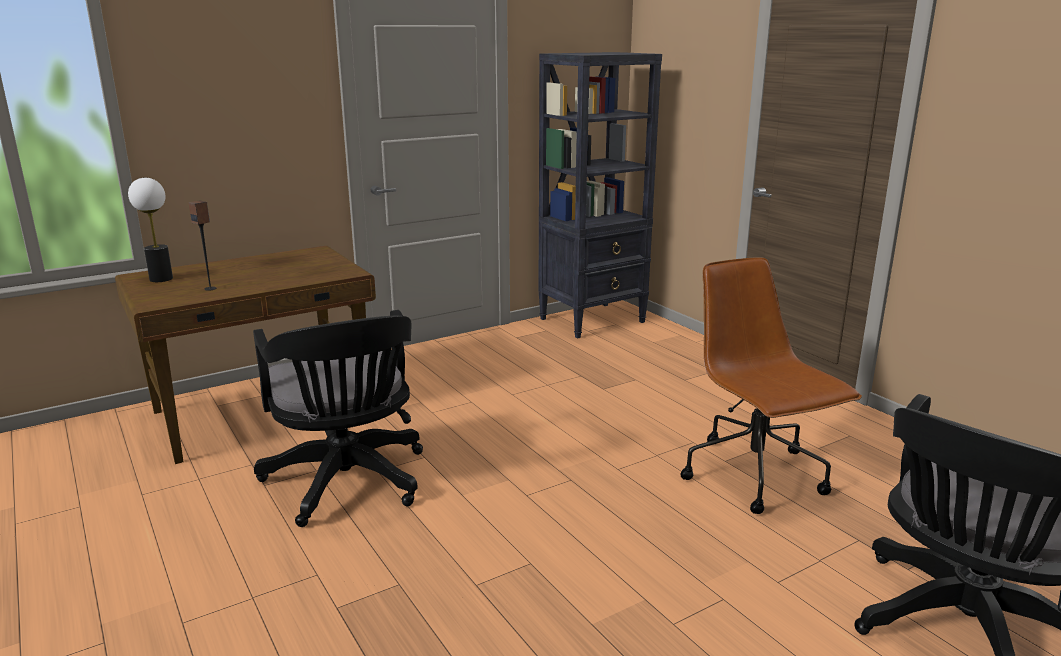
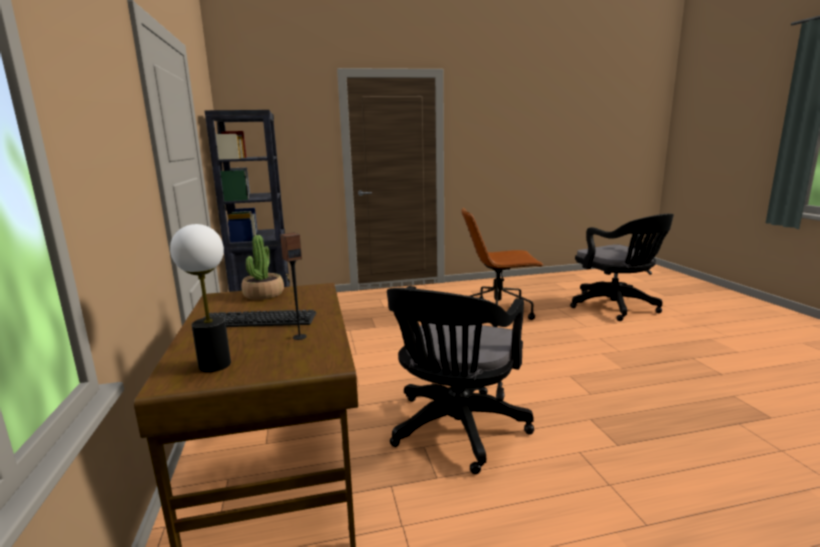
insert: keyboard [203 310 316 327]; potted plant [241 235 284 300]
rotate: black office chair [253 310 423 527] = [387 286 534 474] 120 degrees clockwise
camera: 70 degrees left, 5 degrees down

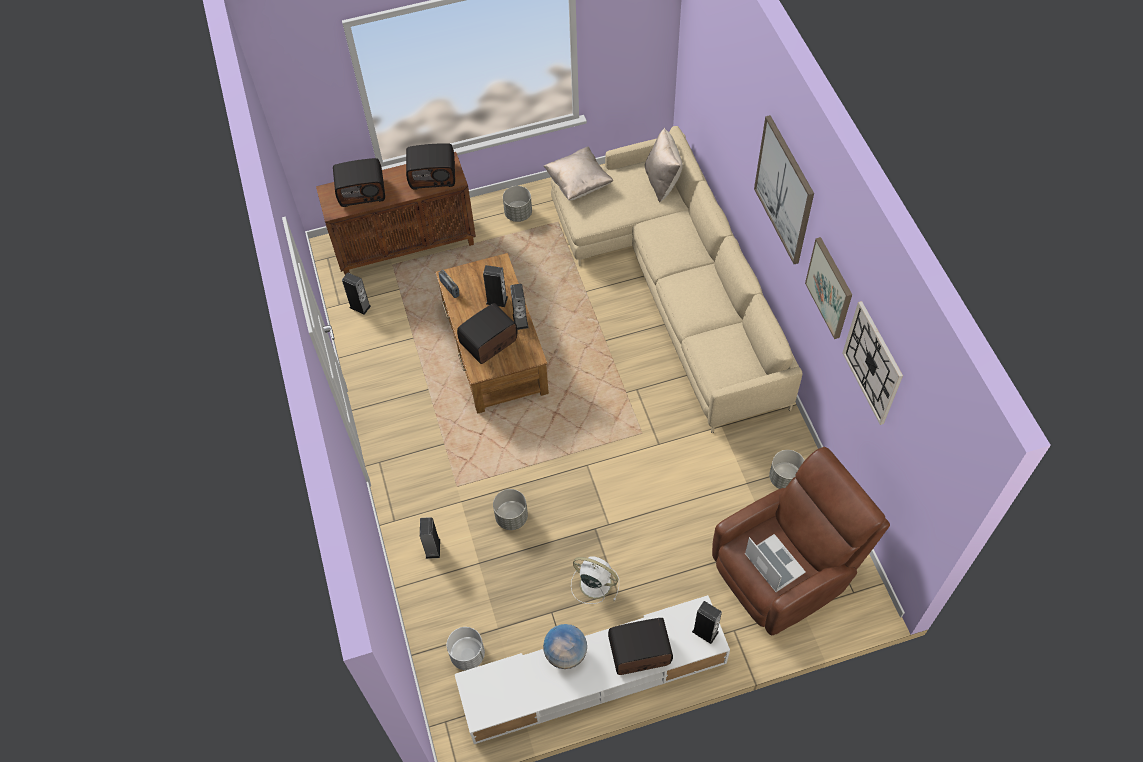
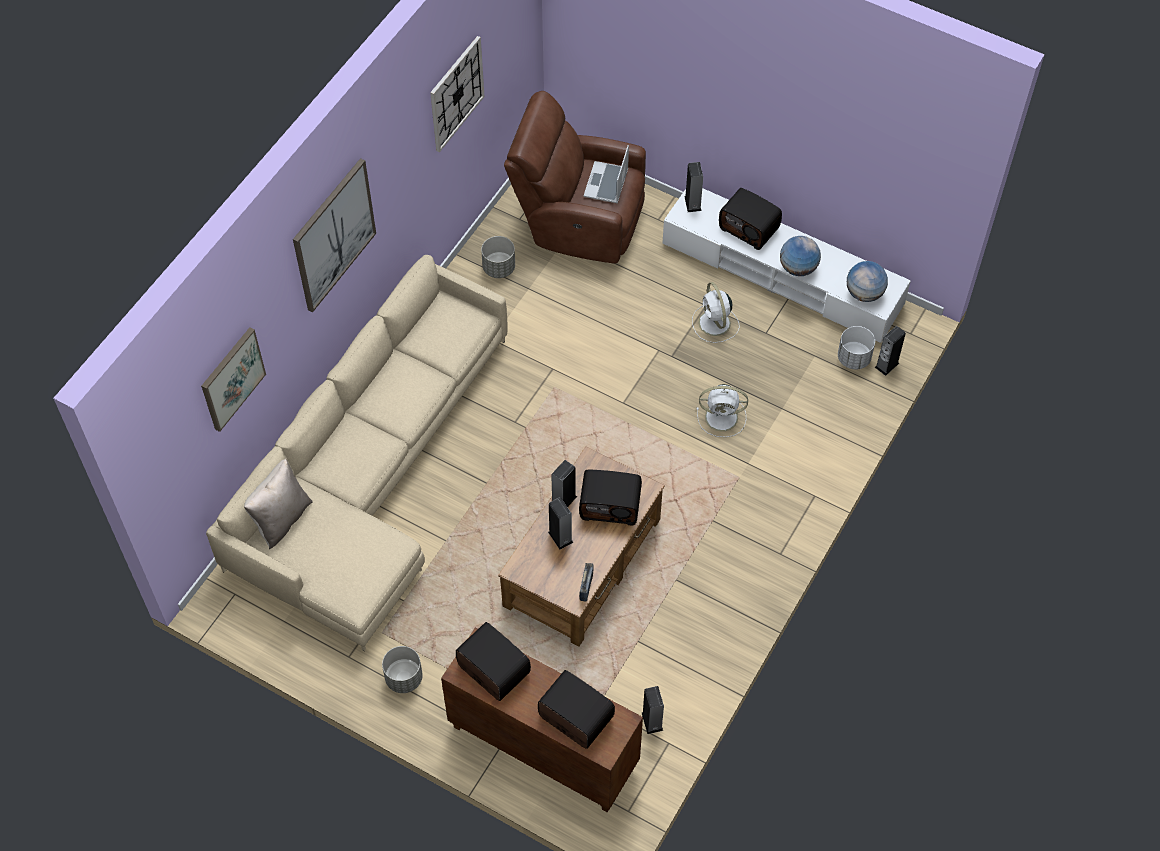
delete: beige-coloured cushion [543 146 613 201]
insert: desk globe [847 261 888 302]
move: loudspeaker [420 517 440 559] to [875 326 906 376]; wall picture [805 237 852 339] to [201 327 266 432]
replace: gray flower pot [493 489 528 530] to whitish cooling fan [697 384 748 437]
camera: 135 degrees left, 0 degrees up

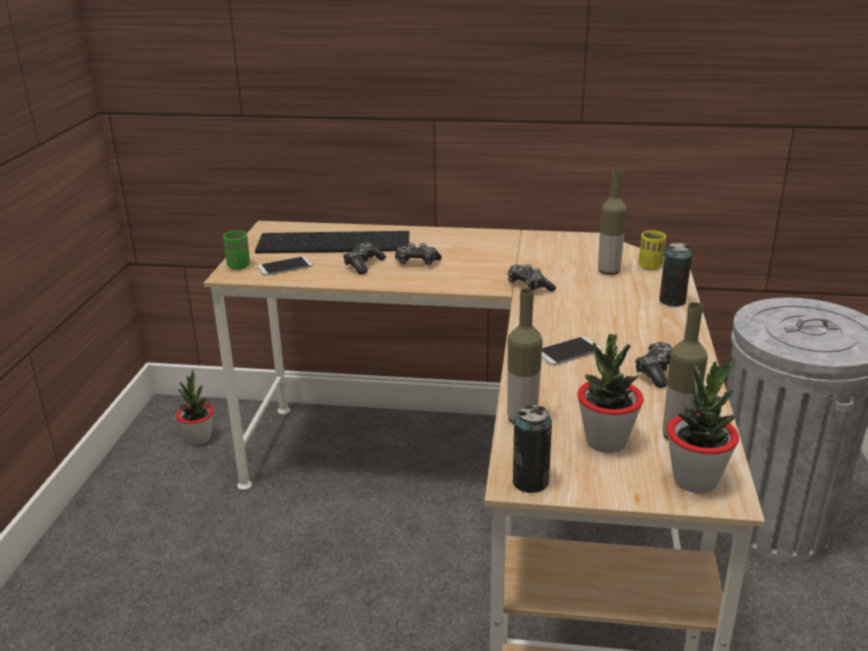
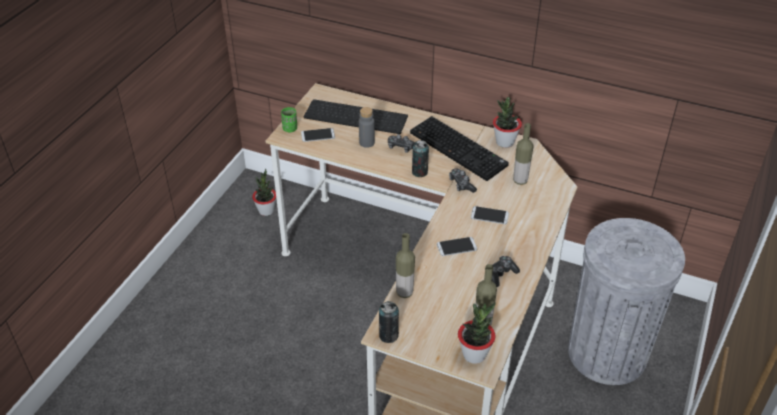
delete: yellowish cup [639 230 666 270]
insert: keyboard [410 116 509 181]; phone [471 206 509 224]
move: potted plant [577 334 644 453] to [493 97 522 148]; sealed can [659 243 692 307] to [412 140 429 177]
replace: game controller [343 242 386 274] to gray beverage bottle [359 107 375 148]
camera: 15 degrees right, 15 degrees up

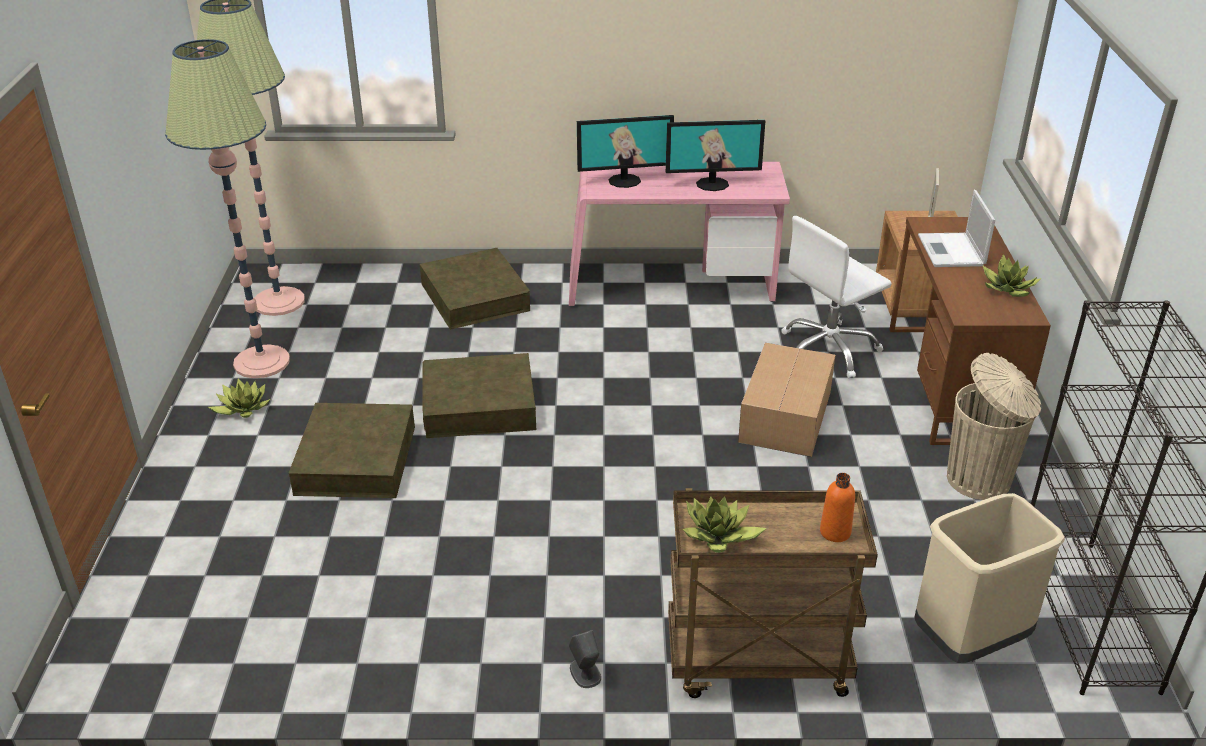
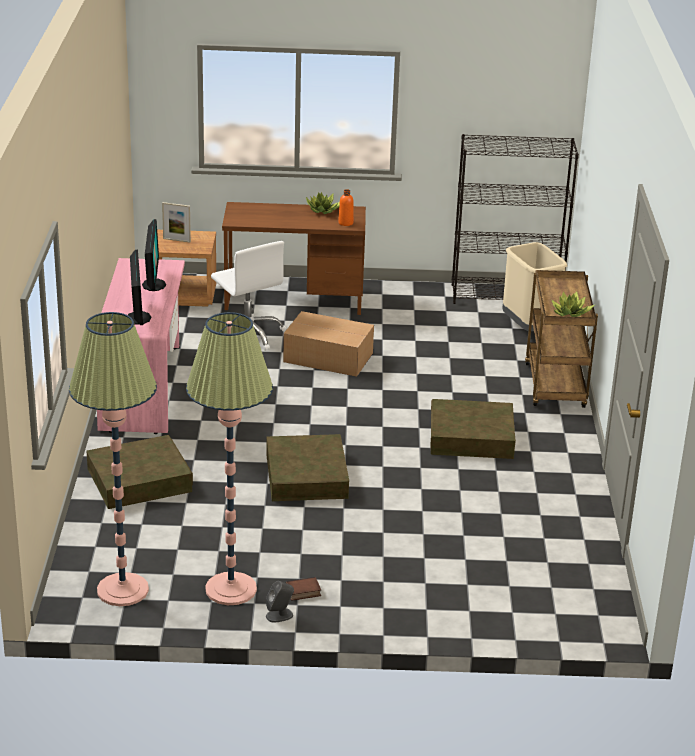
delete: portable computer [918 190 995 267]; beige-coloured rubbish bin [947 353 1041 500]
move: brown-coloured storage bin [289 403 415 498] to [431 399 516 459]; gray loudspeaker [569 630 601 688] to [266 581 294 622]; orange-coloured beverage bottle [820 473 855 542] to [338 189 354 226]
replace: potted plant [208 379 270 418] to volume [286 577 321 601]
camera: 90 degrees left, 5 degrees down

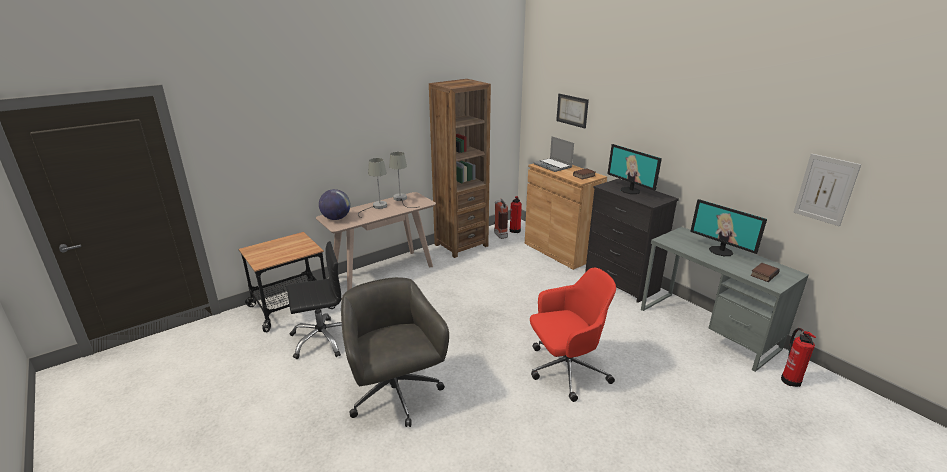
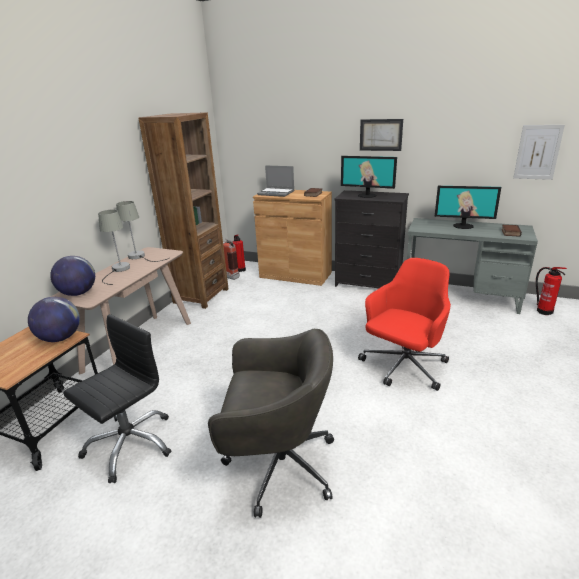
insert: desk globe [28 297 80 342]
move: wall picture [556 94 589 128] to [360 119 403 151]
rotate: gray office chair [341 277 449 427] = [208 329 334 518] 150 degrees clockwise
camera: 30 degrees left, 0 degrees up

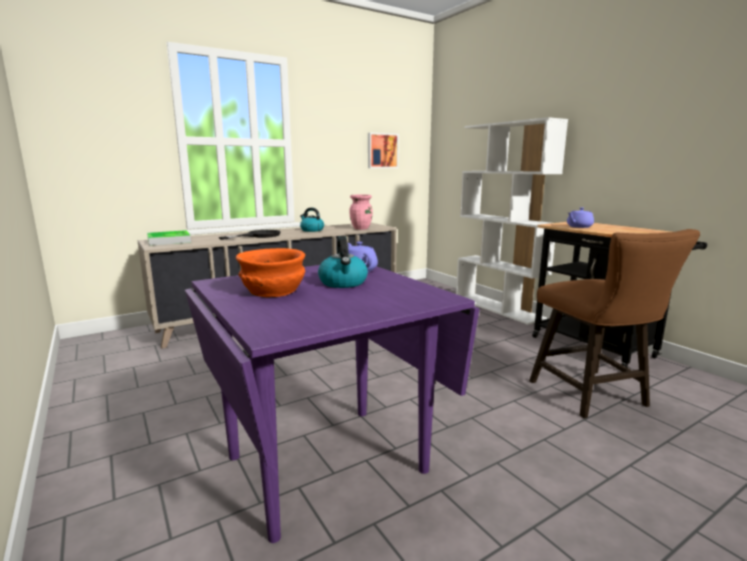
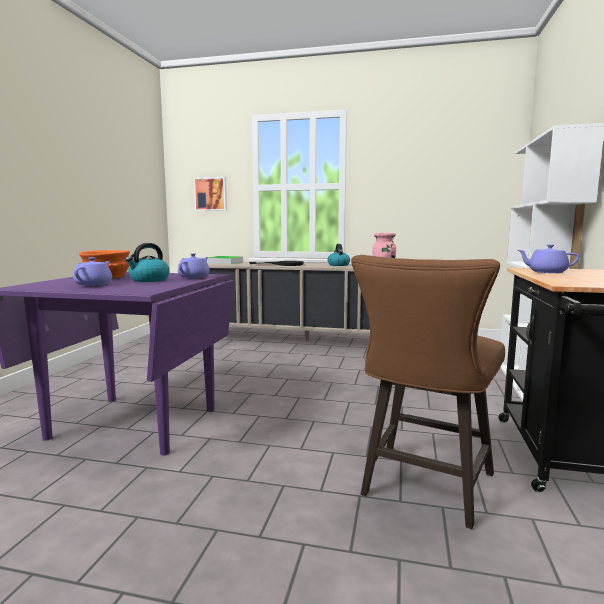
insert: purple teapot [73 257 112 286]
move: wall picture [368 133 399 168] to [194 177 227 211]
camera: 45 degrees right, 5 degrees down

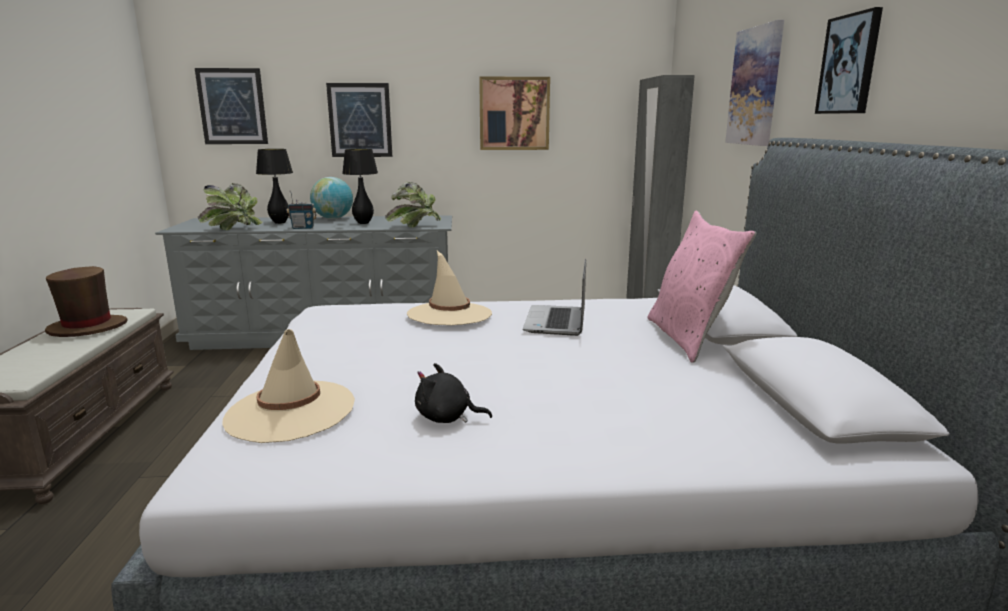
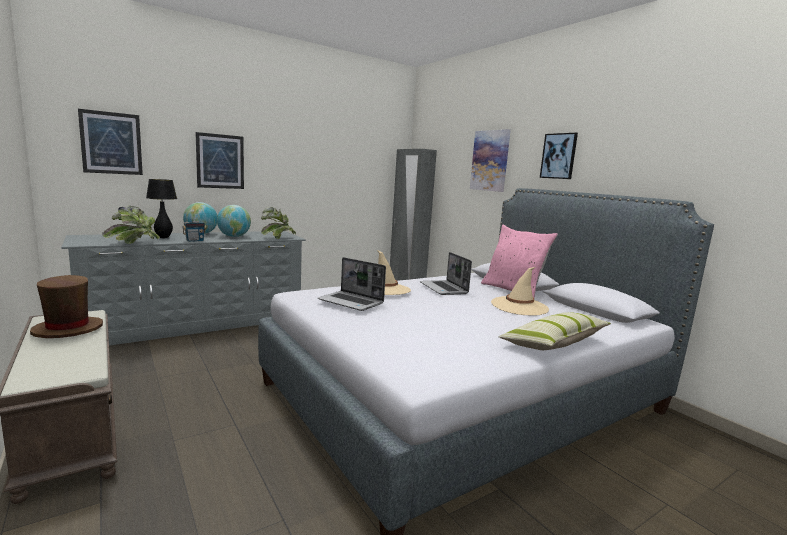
delete: black cuddly toy [415 363 492 423]; wall picture [479 77 550 150]
insert: portable computer [317 257 386 311]; cushion [498 312 611 350]
move: beige-coloured clothing hat [223 329 355 443] to [491 267 549 315]
replace: black lamp for a table [342 149 378 224] to desk globe [217 205 251 237]
camera: 30 degrees left, 5 degrees down

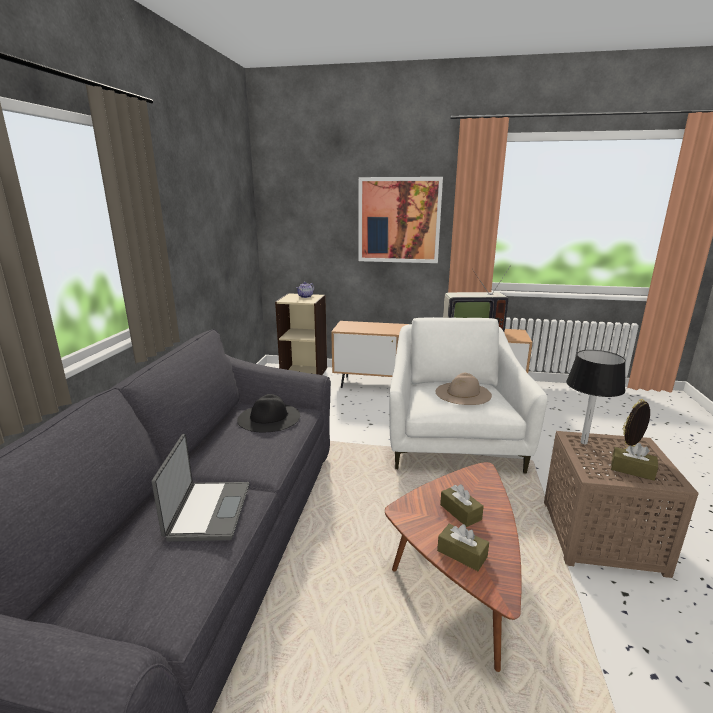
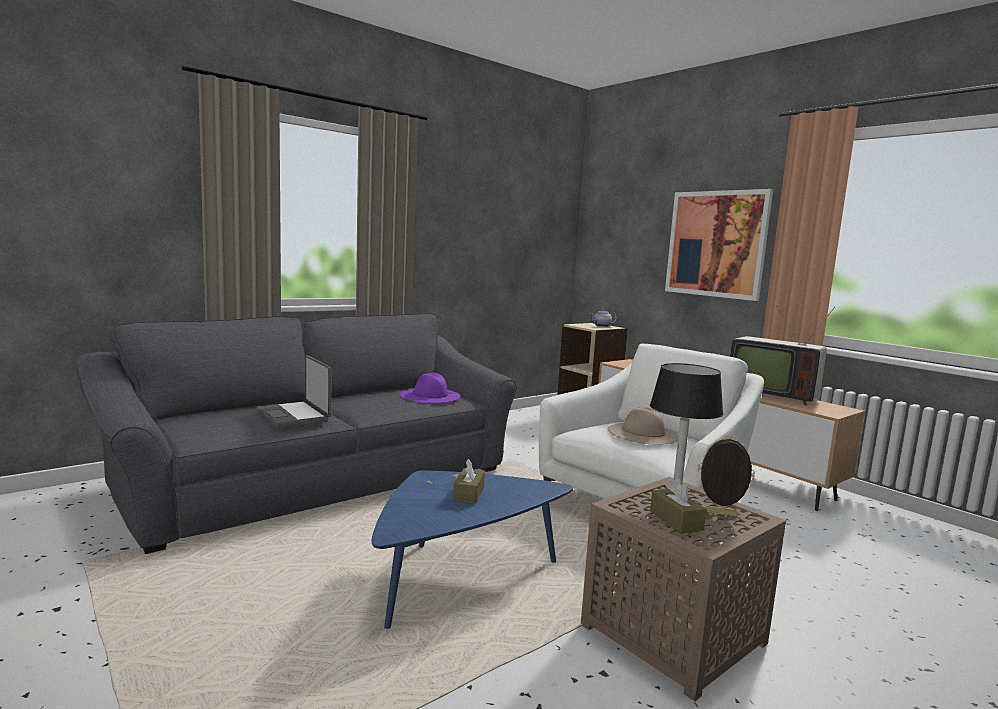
delete: brown-coloured tissue holder [437 524 489 571]
recolor: black clothing hat [237 394 300 432] to purple clothing hat [400 373 461 403]; brown-coloured coffee table [385 462 521 672] to blue coffee table [371 470 574 629]
rotate: portable computer [152 434 250 542] = [257 355 332 428] 105 degrees clockwise
camera: 40 degrees right, 10 degrees down

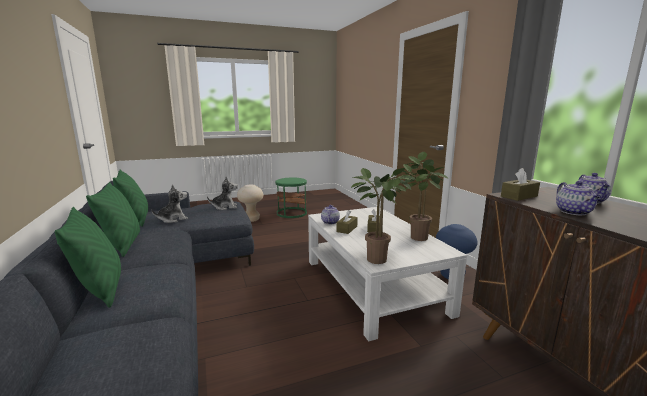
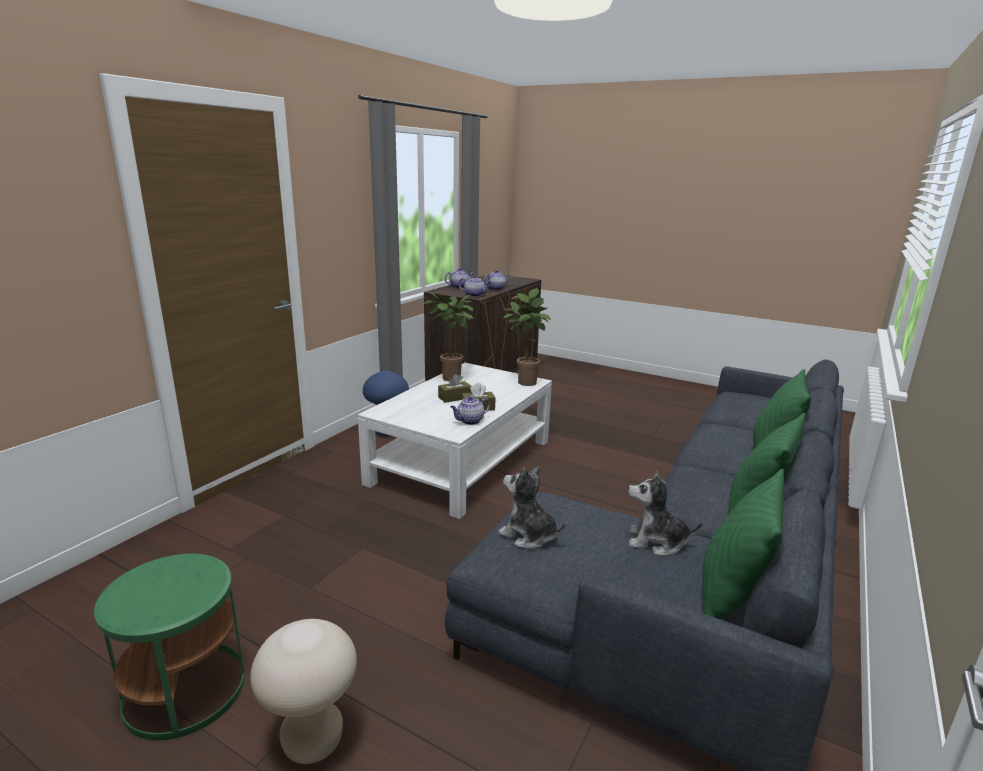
replace: brown-coloured tissue holder [501 168 540 201] to teapot [459 275 491 297]
camera: 130 degrees left, 5 degrees up

